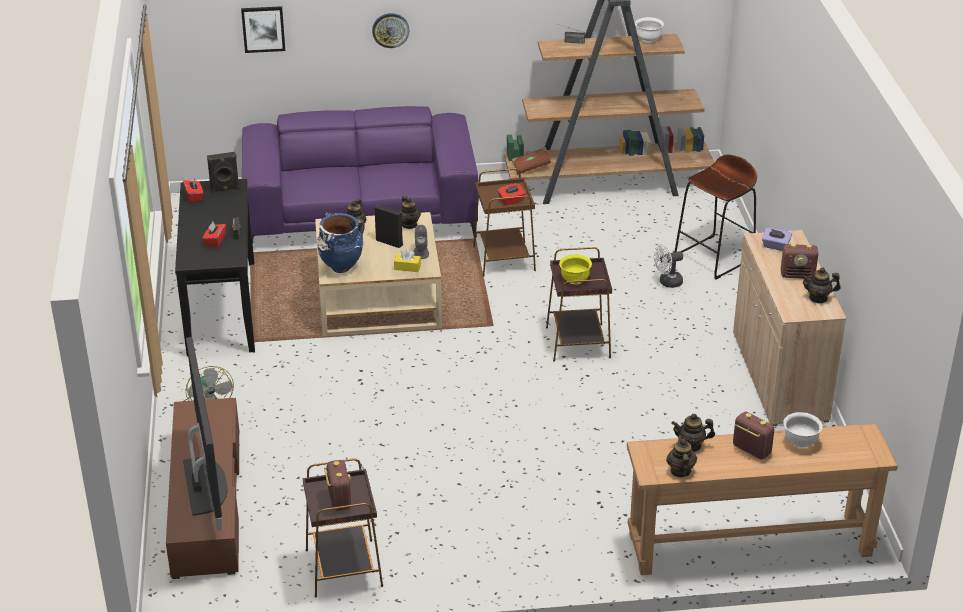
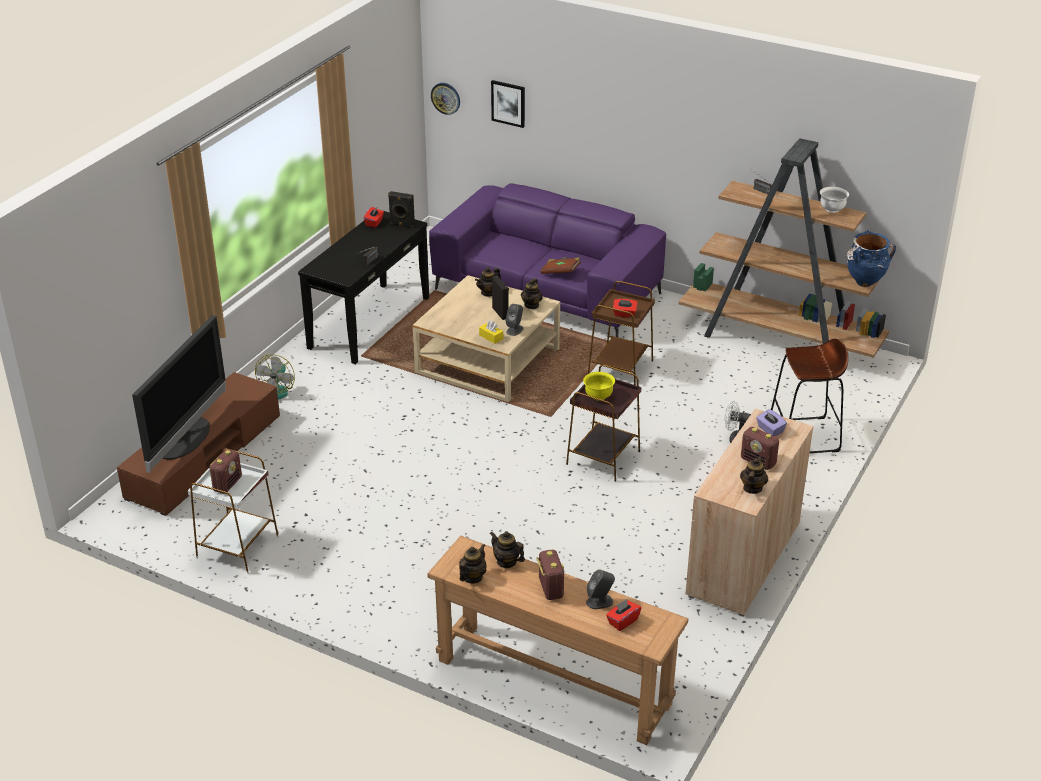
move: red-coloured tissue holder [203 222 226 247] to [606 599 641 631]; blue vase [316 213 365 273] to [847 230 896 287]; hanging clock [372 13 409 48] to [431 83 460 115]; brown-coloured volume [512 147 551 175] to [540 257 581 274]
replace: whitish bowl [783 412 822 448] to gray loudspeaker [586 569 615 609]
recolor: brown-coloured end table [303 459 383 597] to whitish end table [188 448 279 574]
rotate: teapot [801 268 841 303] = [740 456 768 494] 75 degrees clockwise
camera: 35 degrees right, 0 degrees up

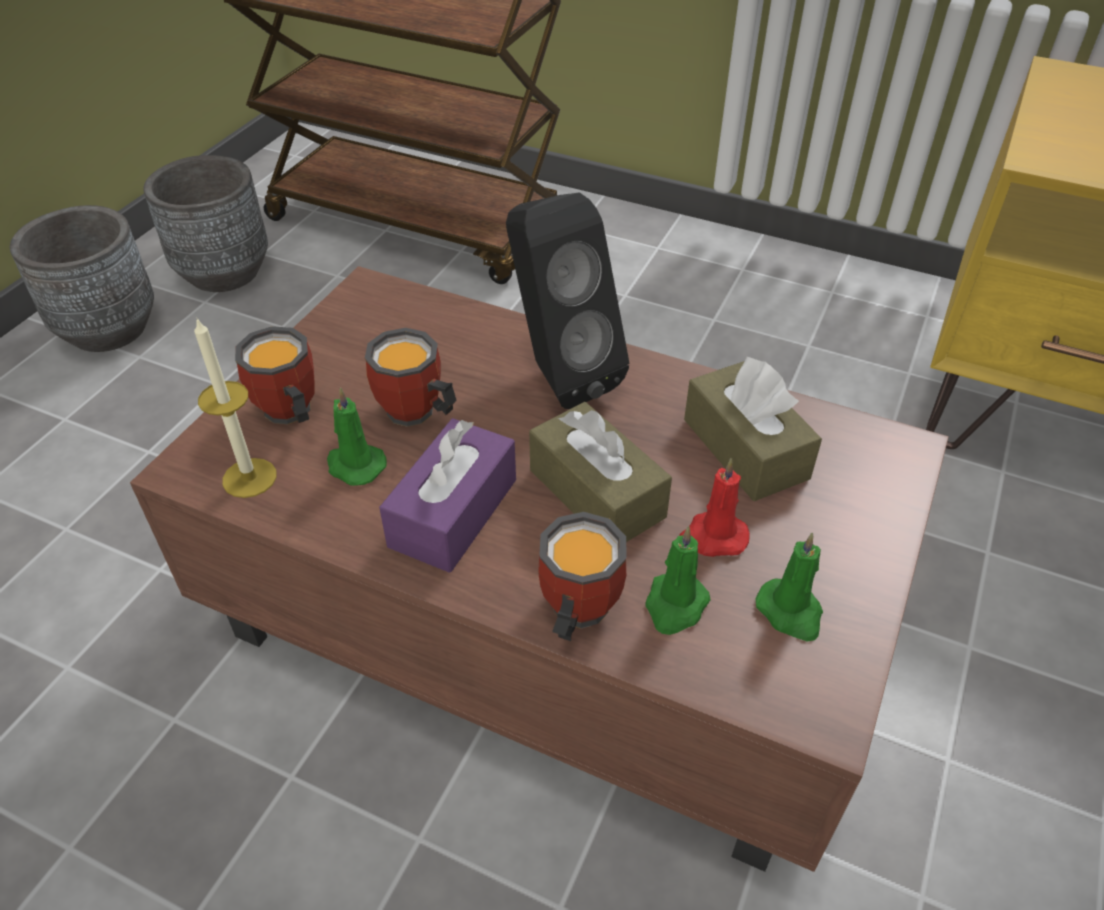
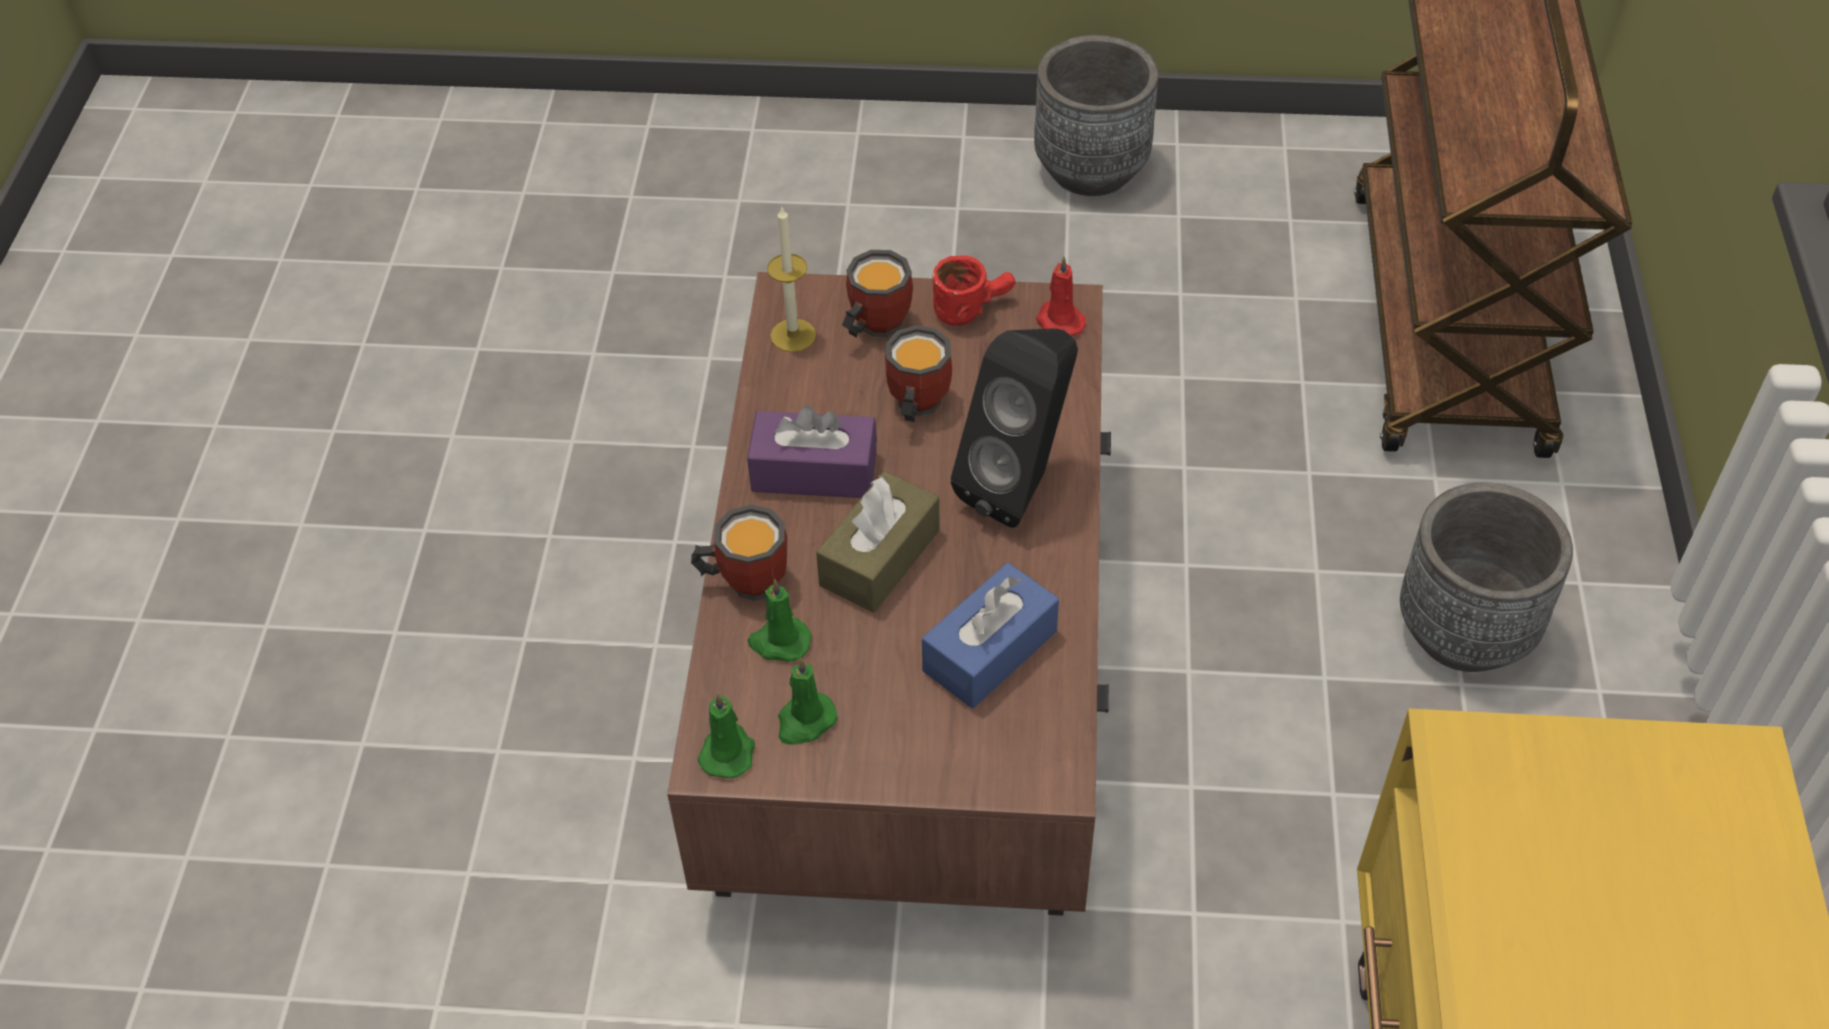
insert: red-coloured coffee mug [932 255 1016 326]
move: gray flower pot [143 155 268 292] to [1400 483 1573 672]; green wax candle [327 387 387 486] to [698 693 755 778]; red-coloured wax candle [679 459 750 557] to [1036 256 1086 336]
recolor: brown-coloured tissue holder [684 356 822 501] to blue tissue holder [922 563 1059 708]
camera: 70 degrees right, 5 degrees up

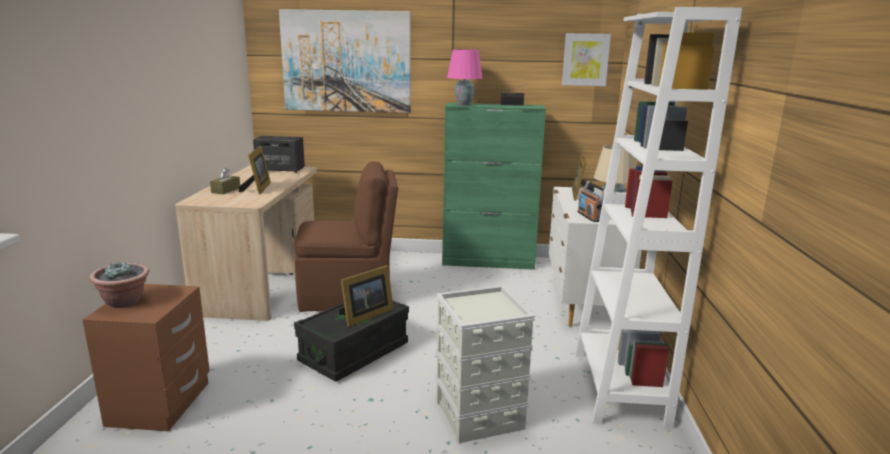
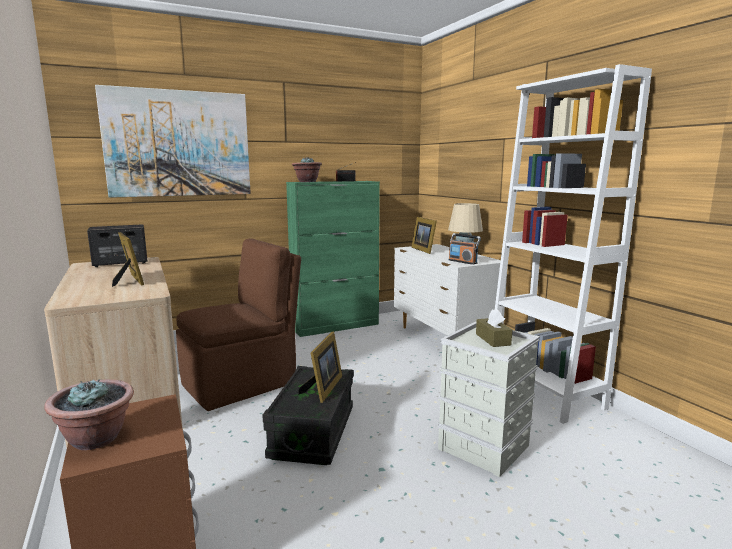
delete: wall picture [562 33 611 86]
move: brown-coloured tissue holder [210 168 240 194] to [476 309 512 347]
replace: pink-coloured lamp for a table [447 49 483 105] to potted plant [292 157 322 182]
camera: 30 degrees left, 5 degrees down

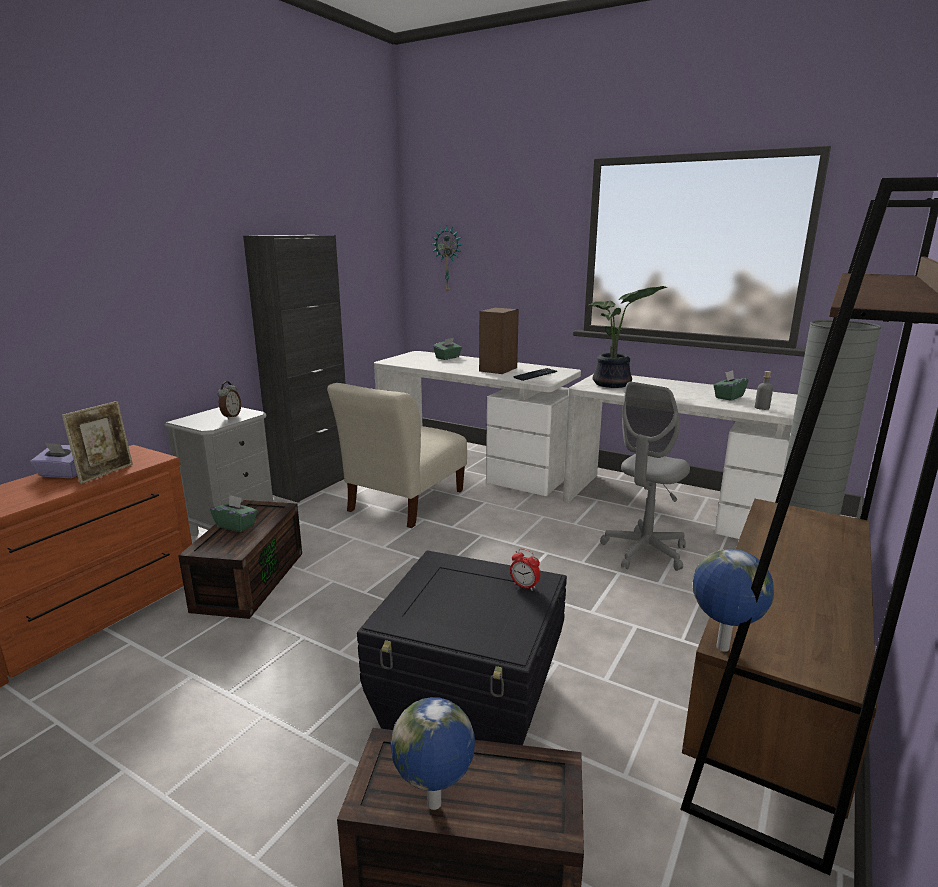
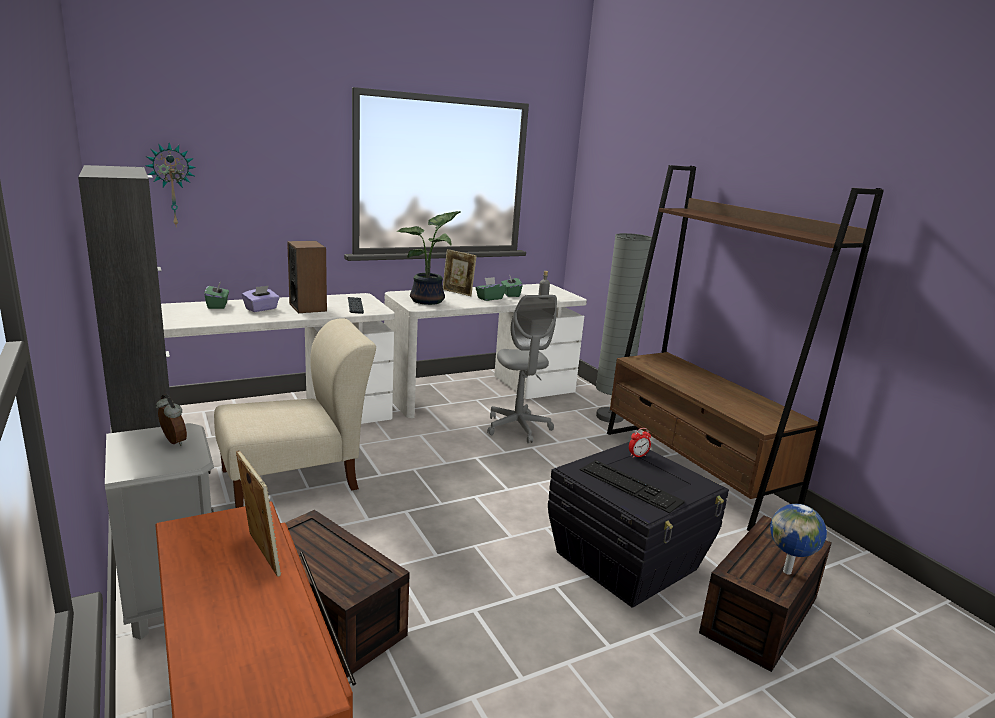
delete: desk globe [693 549 774 652]
insert: standing frame [443 249 476 296]; keyboard [579 460 685 513]
move: purple tissue holder [31 443 77 478] to [242 285 280 312]; green tissue holder [210 495 257 532] to [476 277 506 301]
rotate: beige-coloured chair [327 383 467 528] = [214 318 376 508] 90 degrees counterclockwise
camera: 60 degrees left, 0 degrees up

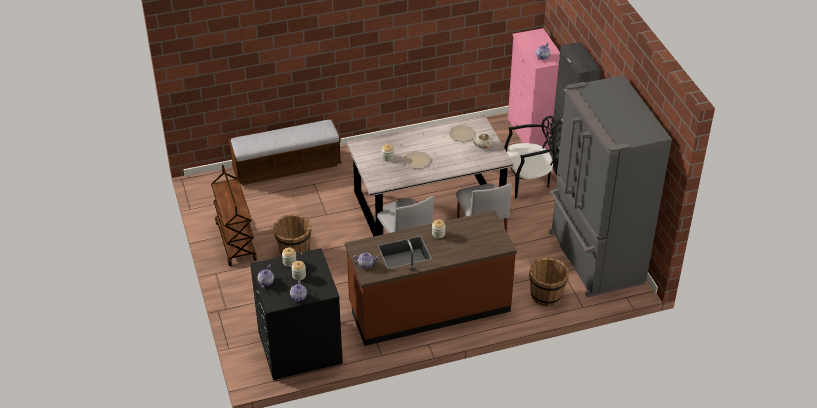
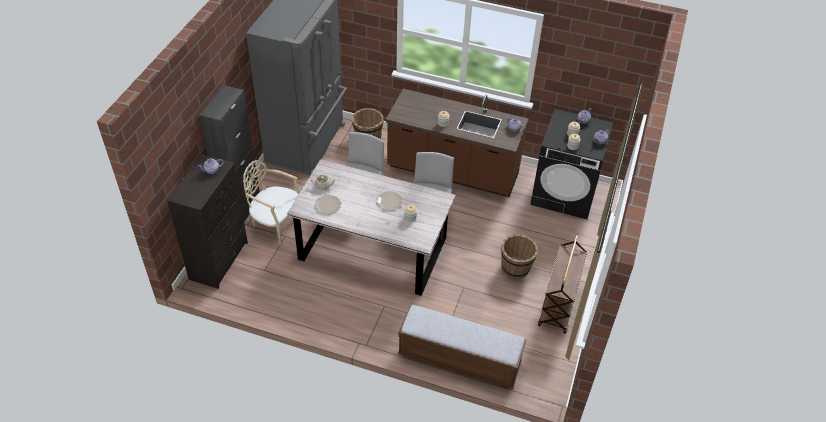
recolor: black chair [504 116 557 198] to beige-coloured chair [243 160 301 245]; pink-coloured dresser [508 28 560 153] to black dresser [166 154 248 289]
camera: 145 degrees left, 5 degrees up

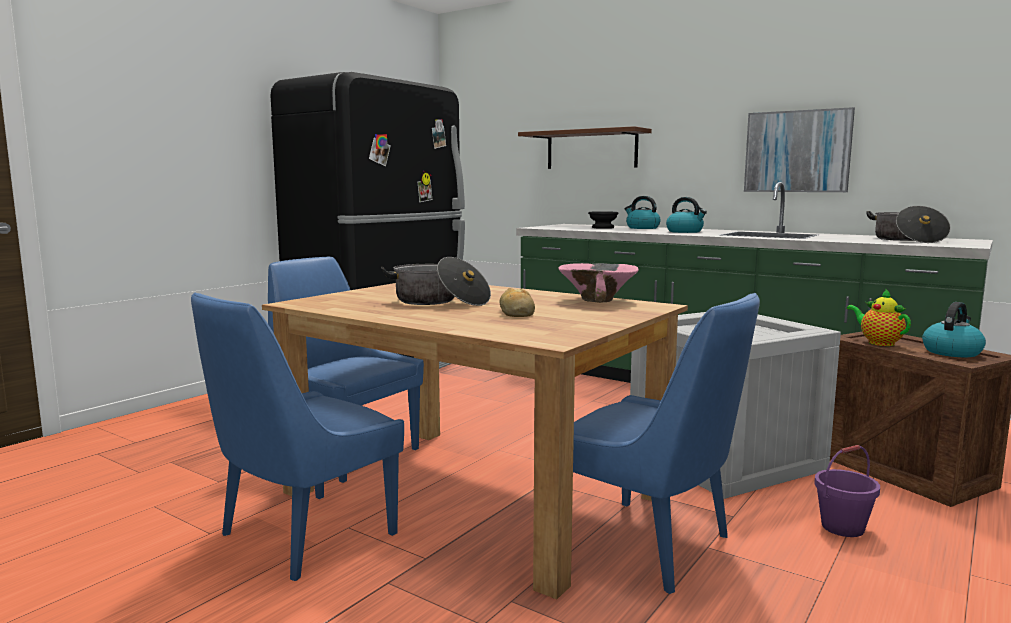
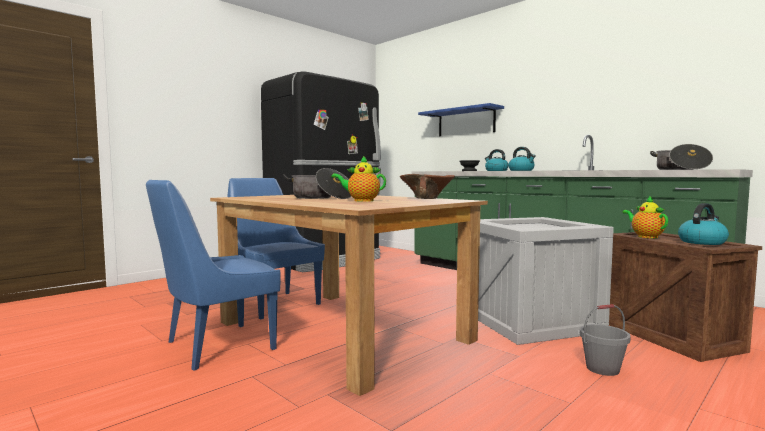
delete: blue chair [573 293 760 594]; wall picture [744 107 855 192]
replace: baked bread [499 288 535 317] to teapot [331 156 386 202]
recolor: brown-coloured bracket shelf [518 126 652 169] to blue bracket shelf [418 103 504 136]; pink-coloured bowl [558 263 639 303] to brown-coloured bowl [400 174 455 199]; purple water bucket [814 445 880 537] to gray water bucket [580 304 631 376]
camera: 10 degrees right, 5 degrees down

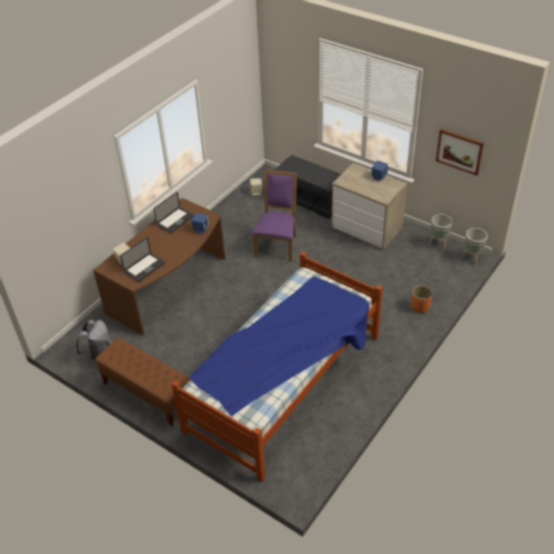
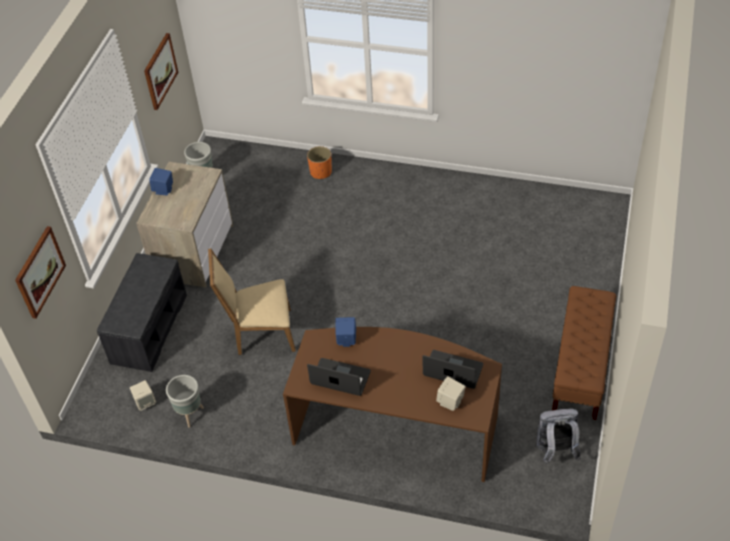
delete: bed [172 251 383 482]
insert: wall picture [15 226 66 319]
move: gray flower pot [462 228 488 265] to [166 375 204 428]
recolor: purple chair [252 169 297 262] to beige-coloured chair [208 248 296 355]
camera: 110 degrees left, 5 degrees up

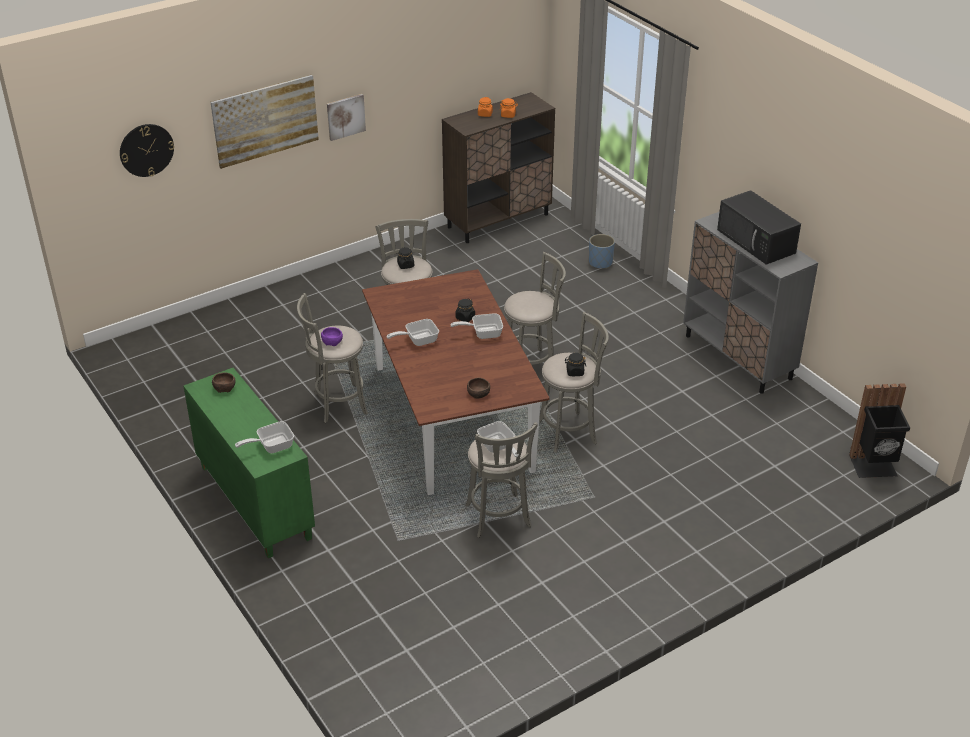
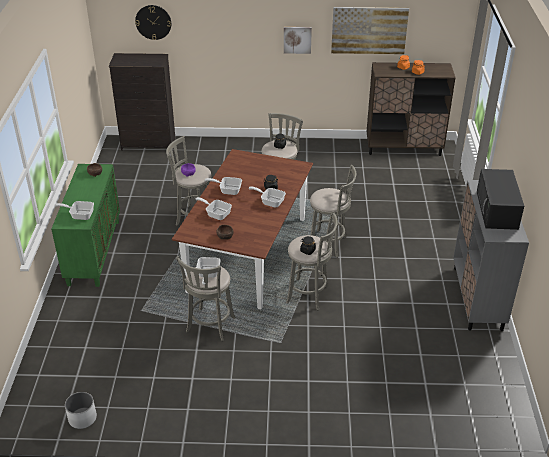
delete: blue flower pot [589 234 615 269]; black rubbish bin [849 383 910 478]
insert: whitish flower pot [65 392 97 429]; black dresser [109 53 175 151]; skillet [195 197 232 220]
move: wall picture [210 75 319 169] to [331 7 409 54]
camera: 35 degrees right, 0 degrees up

